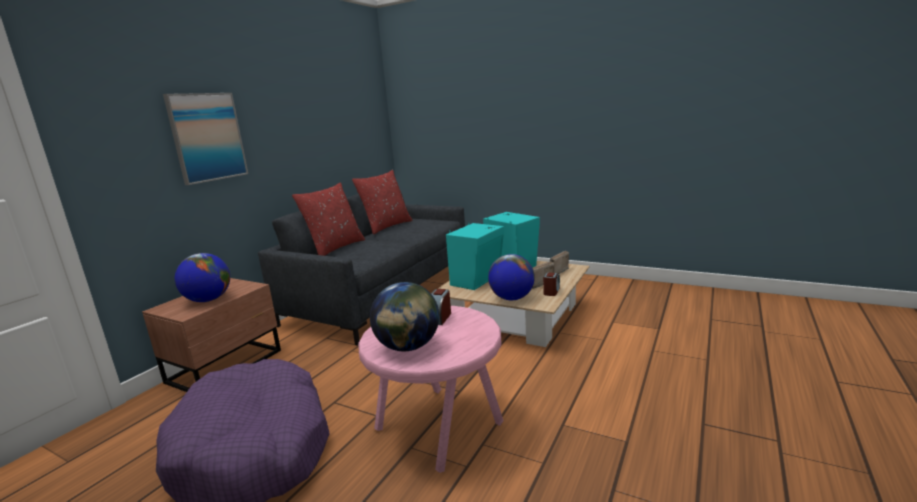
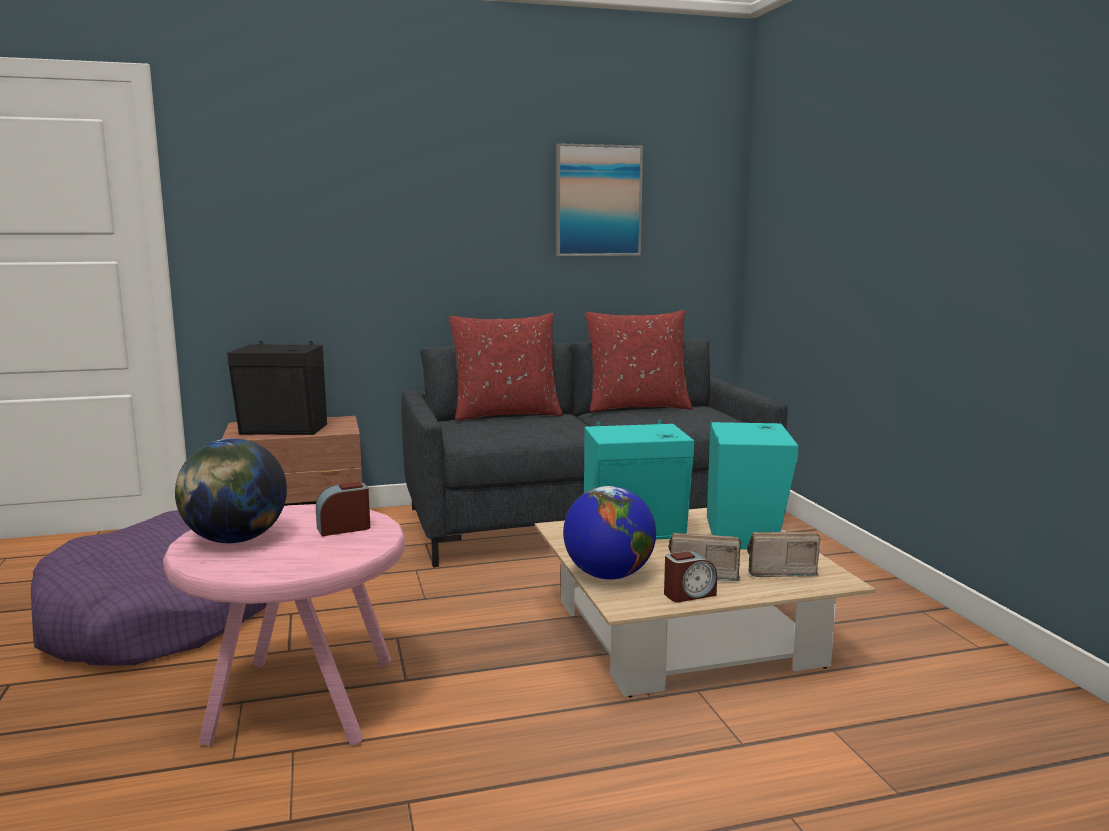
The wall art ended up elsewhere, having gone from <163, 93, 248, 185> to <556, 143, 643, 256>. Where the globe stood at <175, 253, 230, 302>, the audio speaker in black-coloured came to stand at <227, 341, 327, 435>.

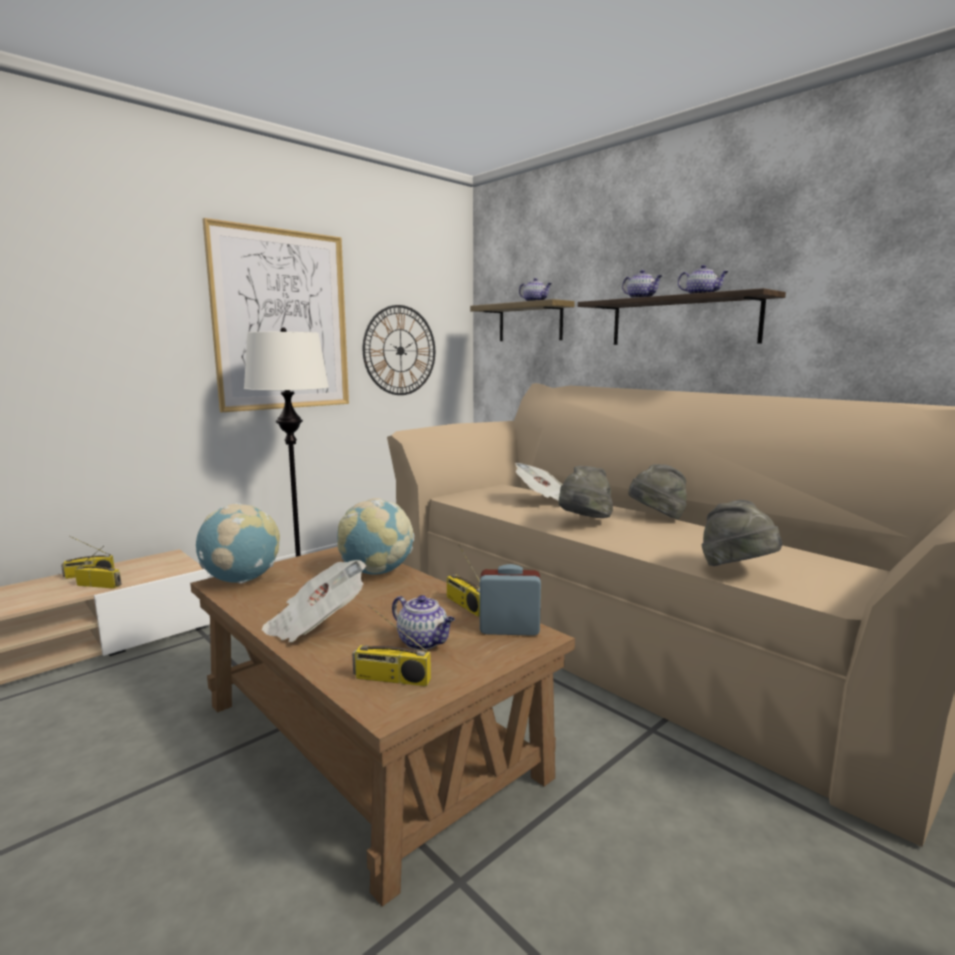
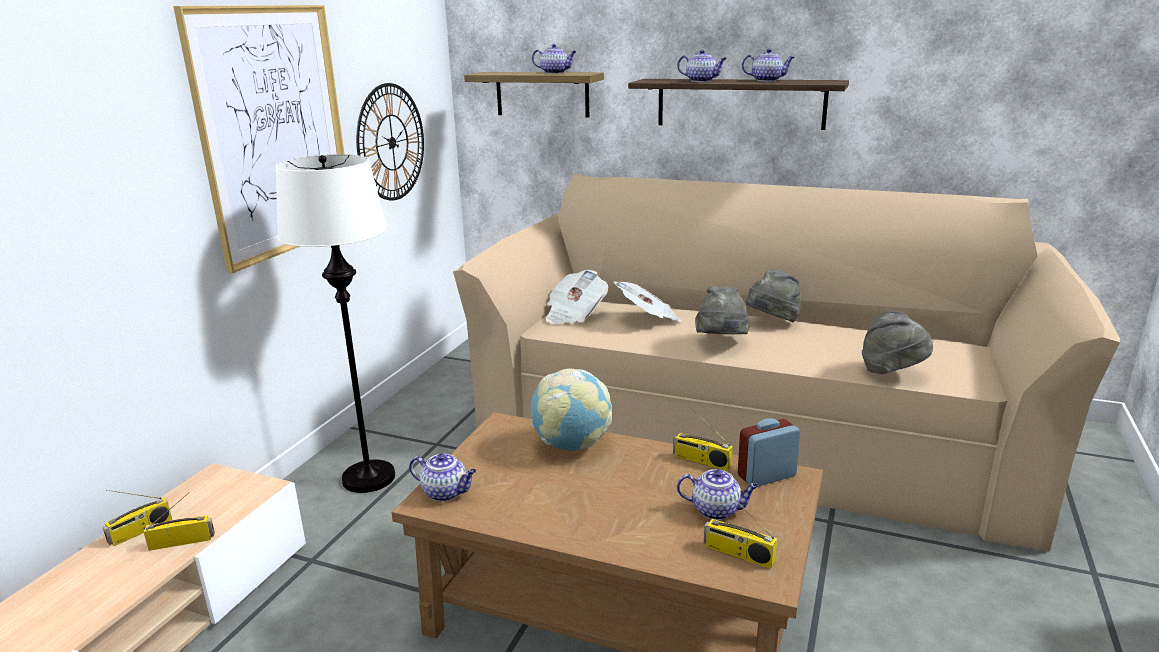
Where the globe stood at <196, 503, 280, 583>, the tea pot came to stand at <409, 453, 477, 502>. The newspaper ended up elsewhere, having gone from <262, 560, 366, 642> to <546, 270, 608, 324>. The radio set at <352, 605, 431, 686> ended up facing another way, 45 degrees clockwise from before.

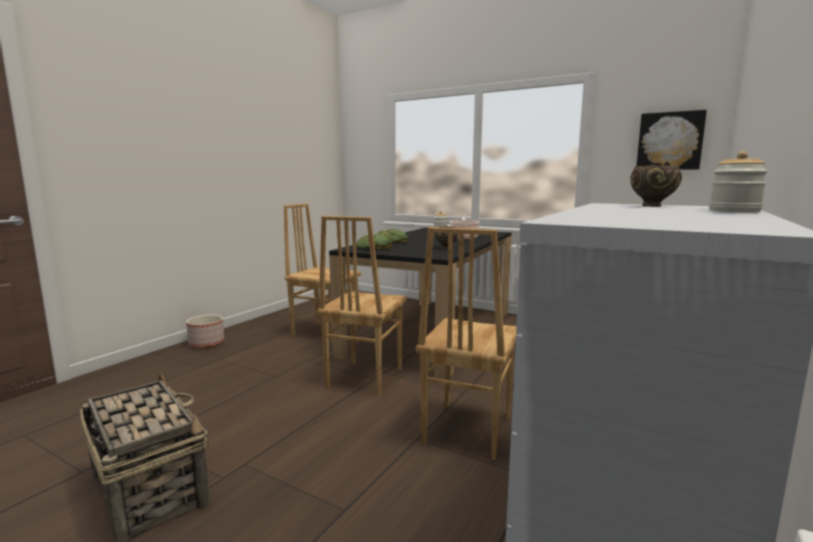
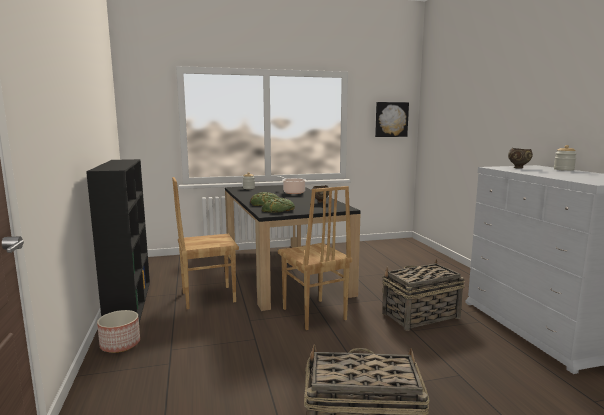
Where the upright chair in brown-coloured stood at <416, 227, 518, 460>, the basket came to stand at <382, 259, 465, 331>. The second view gained the shelving unit in black-coloured at <86, 159, 150, 323>.

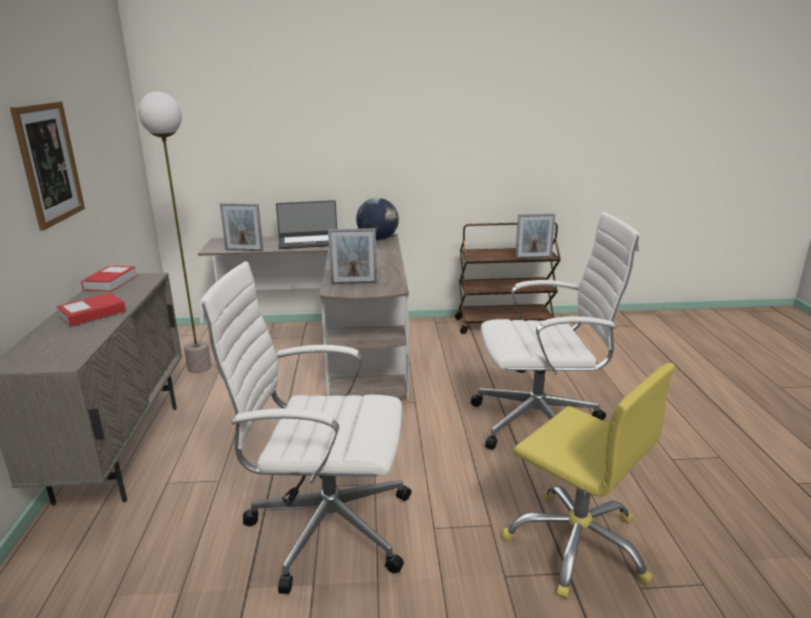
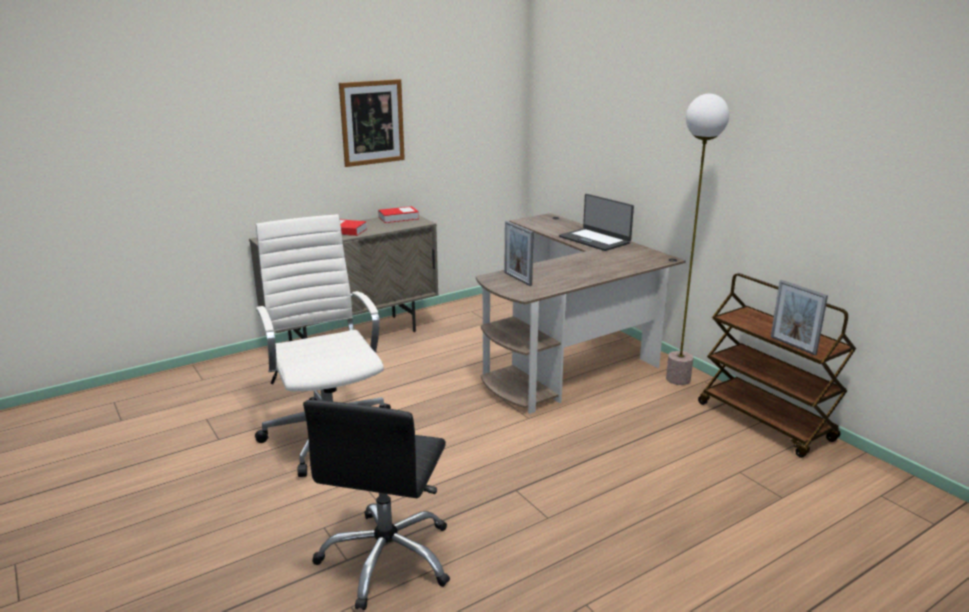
The standard lamp ended up elsewhere, having gone from <138, 92, 211, 373> to <666, 94, 729, 385>. The second view lost the picture frame at <220, 203, 263, 251>. The second view lost the globe at <356, 198, 399, 241>. The second view lost the desk chair in whitish at <471, 212, 641, 450>. What was the desk chair in yellowish at <502, 363, 675, 599> turned into the desk chair in black-coloured at <303, 400, 450, 610>.

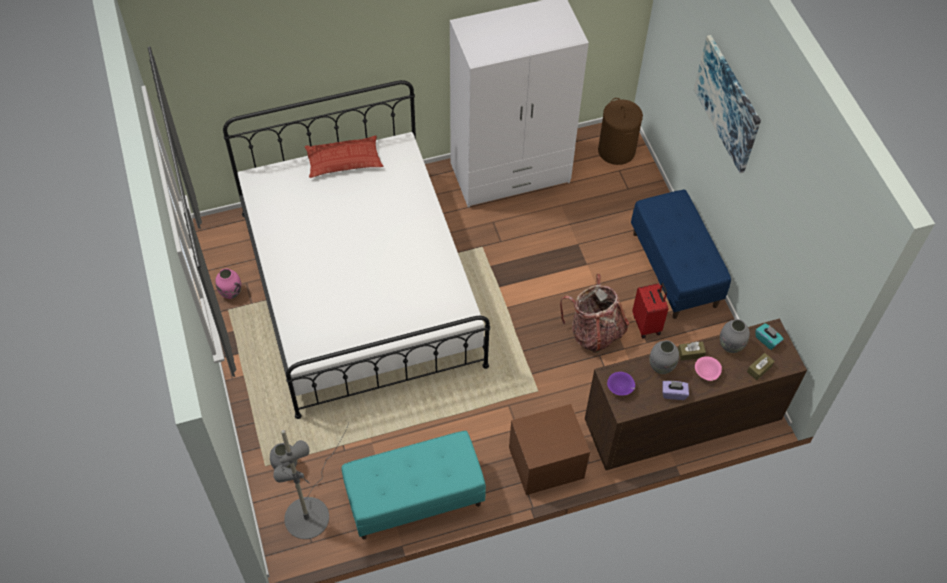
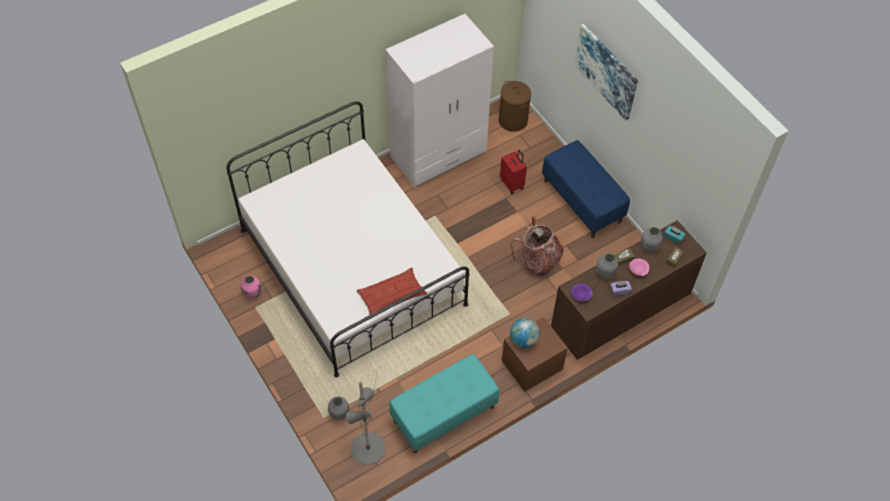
The throw pillow ended up elsewhere, having gone from <305, 135, 383, 178> to <357, 267, 427, 315>. The travel case in red ended up elsewhere, having gone from <632, 283, 669, 339> to <500, 150, 527, 194>. The second view gained the globe at <510, 318, 540, 348>.

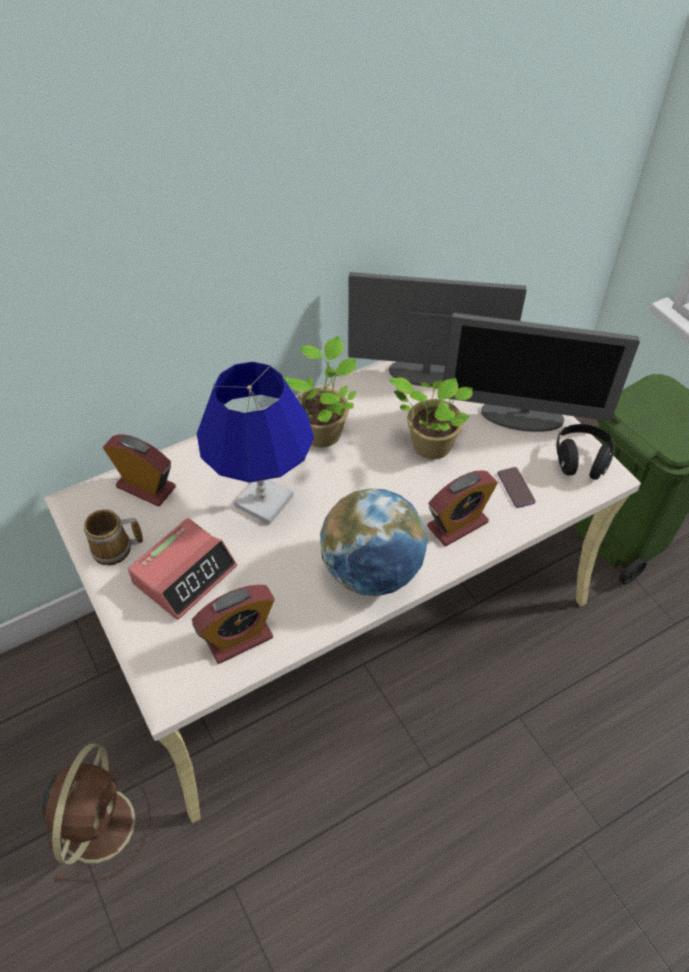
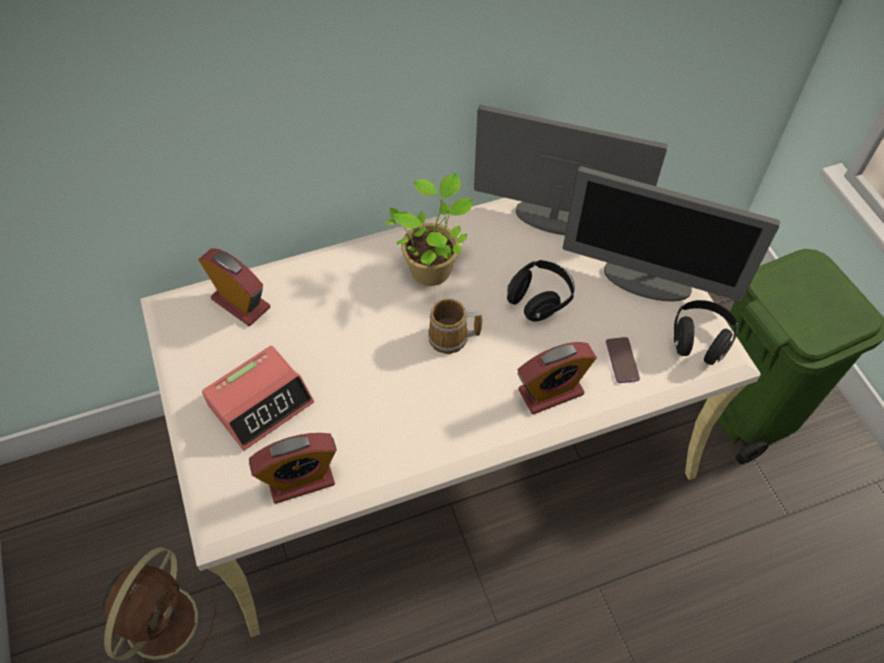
The coffee mug ended up elsewhere, having gone from <84, 509, 143, 565> to <428, 298, 482, 354>. The second view lost the tabletop lamp in blue at <197, 362, 314, 525>. The second view lost the globe at <320, 488, 427, 596>. Where the houseplant stood at <389, 377, 473, 459>, the headset in black-coloured came to stand at <507, 260, 574, 322>.

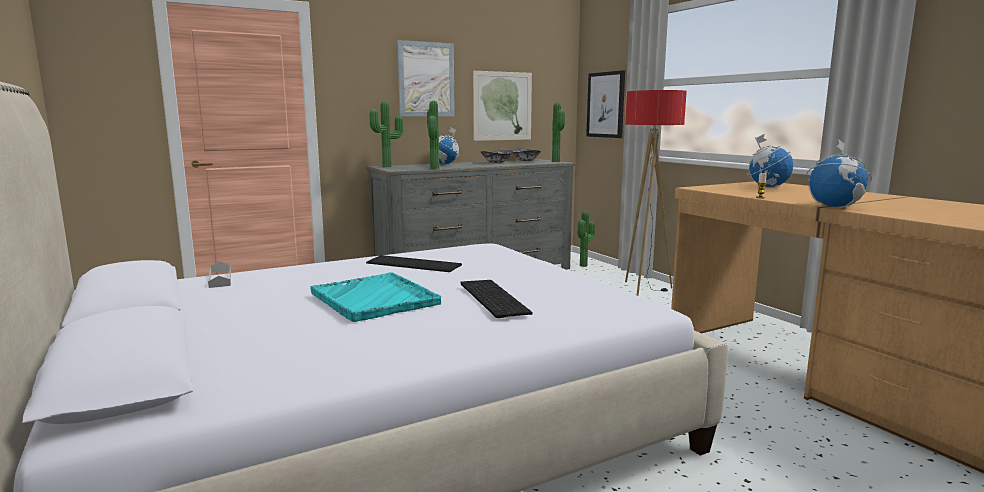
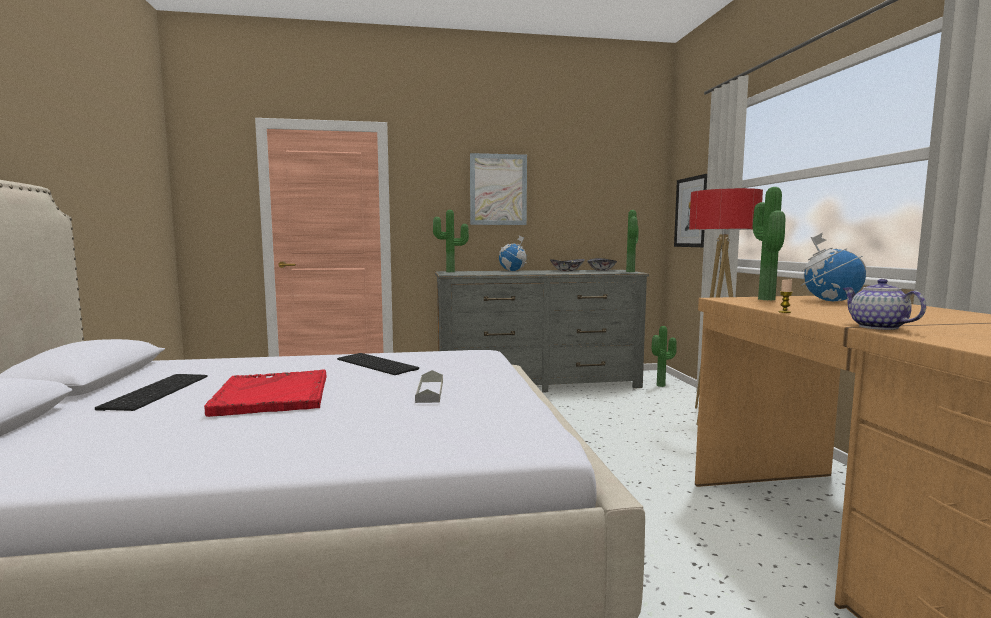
The serving tray in grey ended up elsewhere, having gone from <208, 262, 231, 288> to <415, 370, 443, 403>. What was the serving tray in turquoise-coloured at <310, 272, 441, 322> turned into the serving tray in red at <204, 369, 327, 417>. The houseplant ended up elsewhere, having gone from <427, 101, 439, 169> to <753, 187, 785, 300>. The keyboard ended up elsewhere, having gone from <461, 280, 533, 318> to <95, 374, 208, 411>. The second view lost the wall art at <473, 71, 532, 141>. Where the globe stood at <806, 139, 872, 208>, the tea pot came to stand at <842, 279, 926, 330>.

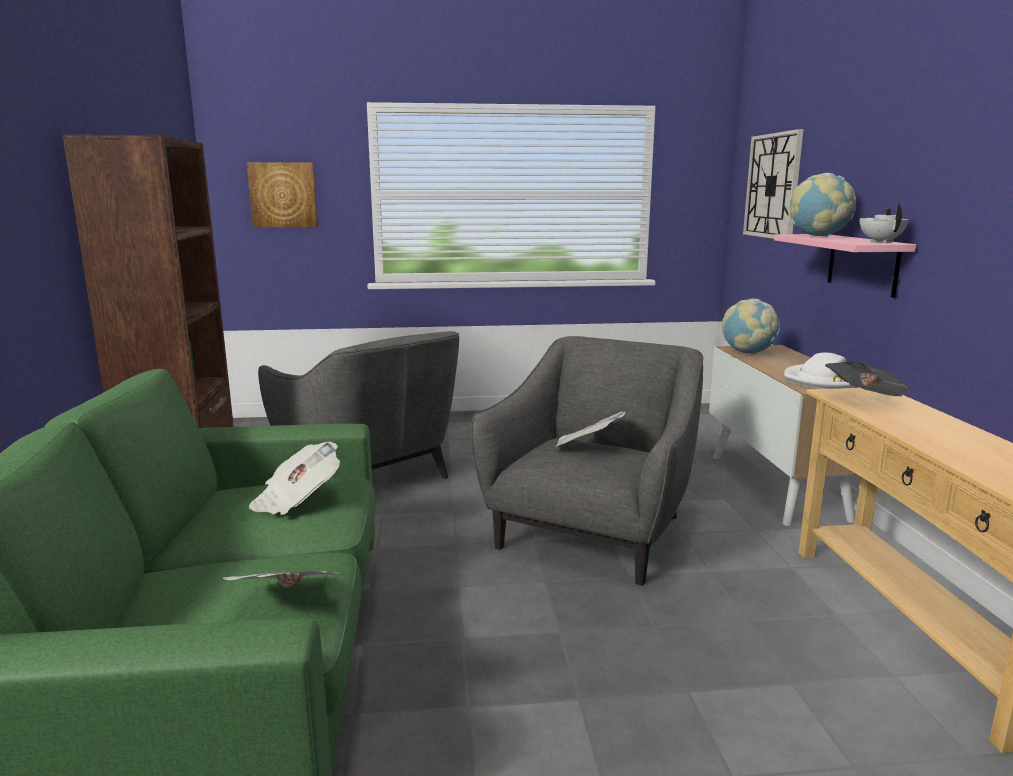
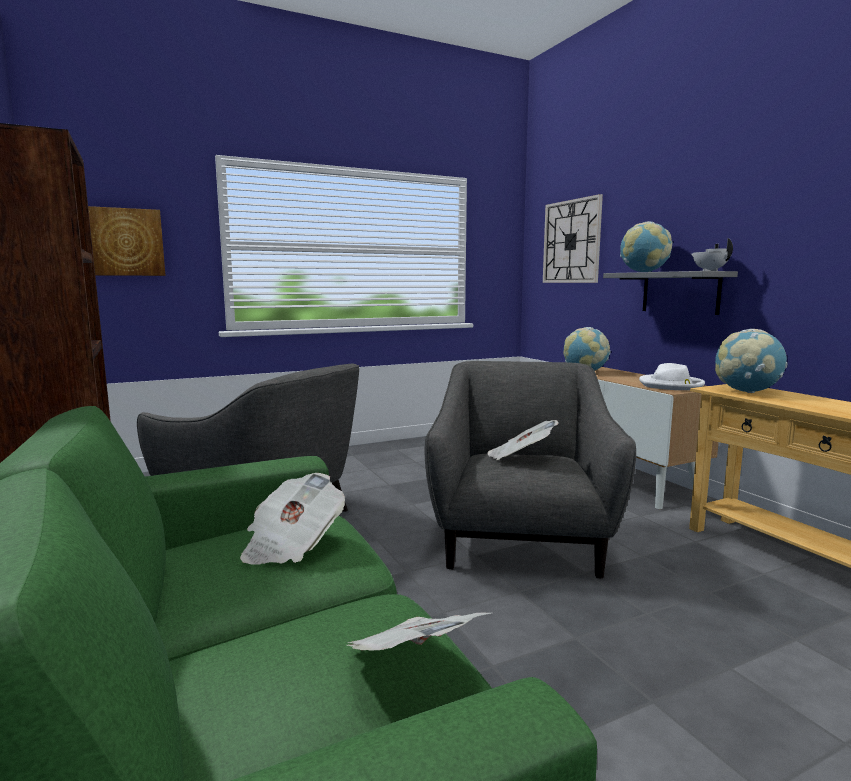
What was the wall shelf in pink-coloured at <774, 234, 916, 298> turned into the wall shelf in grey at <603, 271, 738, 315>. Where the newspaper stood at <825, 362, 910, 396>, the globe came to stand at <715, 329, 787, 393>.

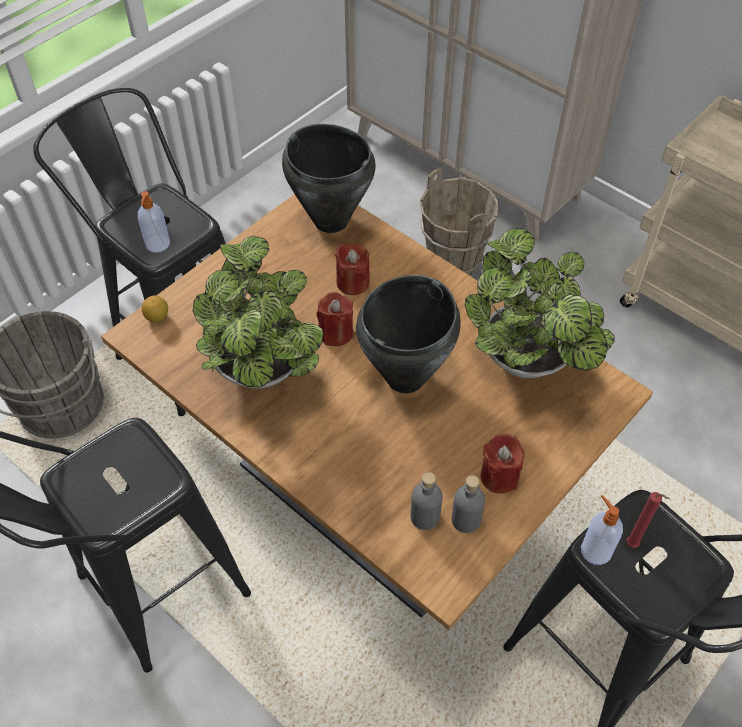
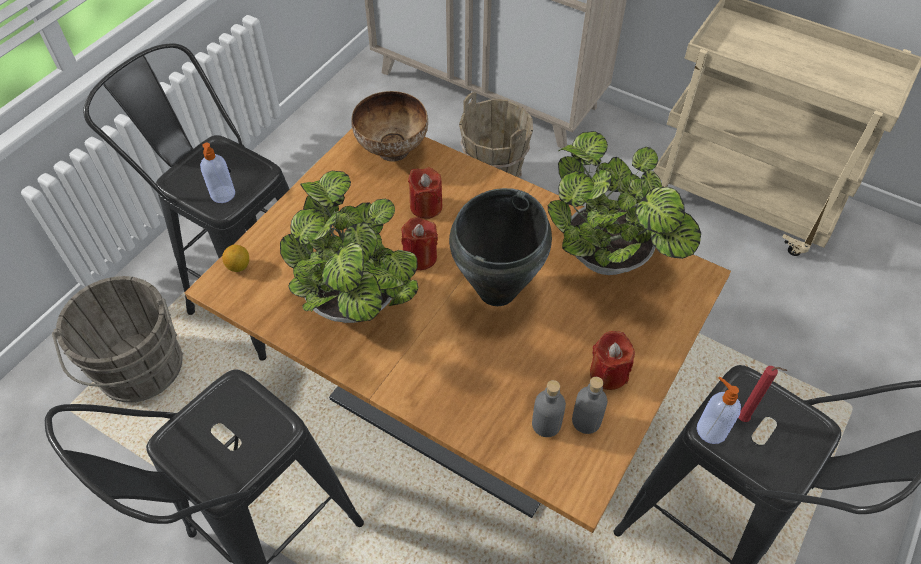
Where the cooking pot in black-coloured stood at <282, 124, 376, 233>, the deep dish came to stand at <351, 91, 428, 161>.

